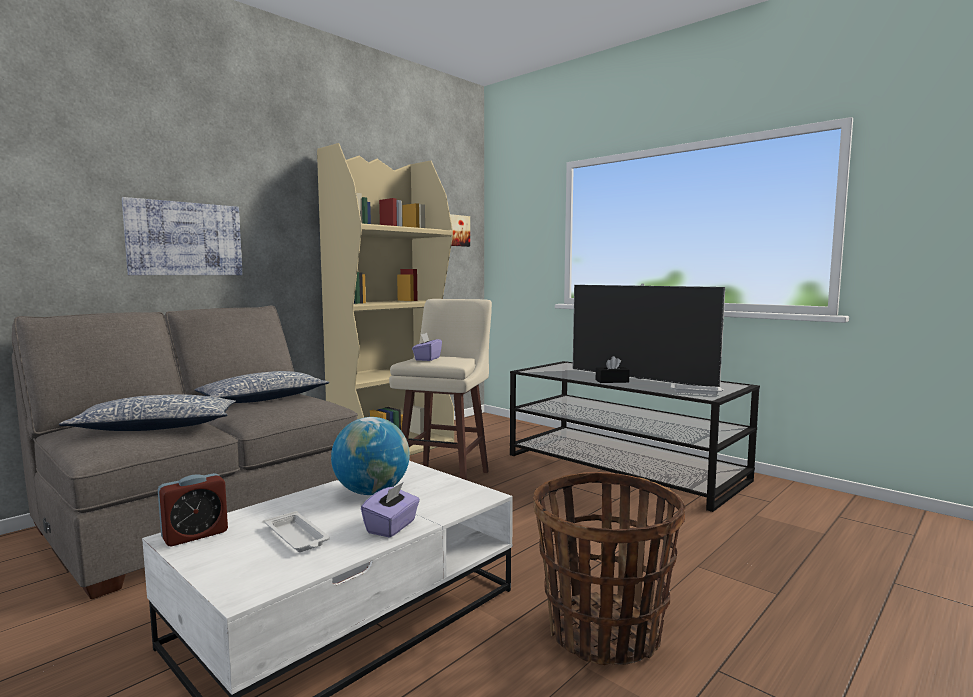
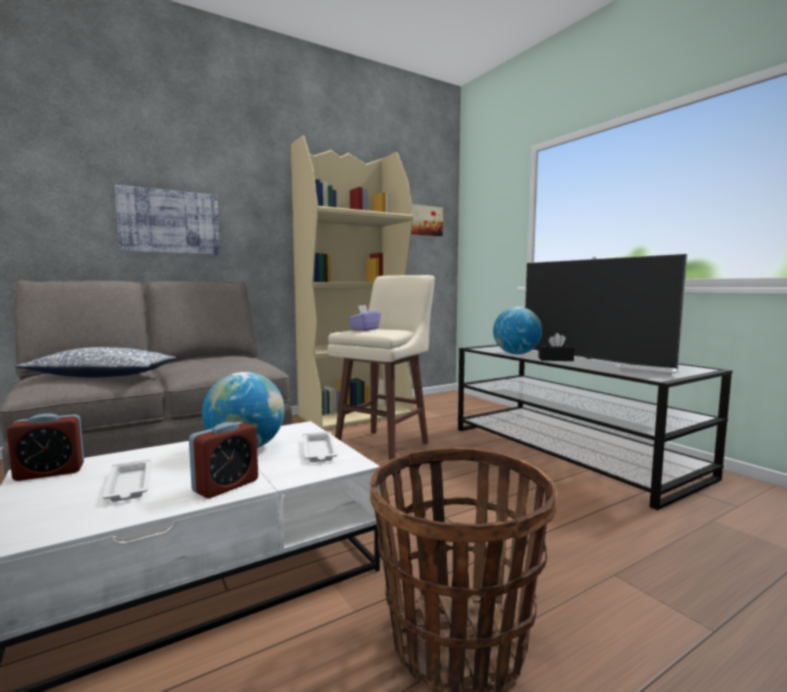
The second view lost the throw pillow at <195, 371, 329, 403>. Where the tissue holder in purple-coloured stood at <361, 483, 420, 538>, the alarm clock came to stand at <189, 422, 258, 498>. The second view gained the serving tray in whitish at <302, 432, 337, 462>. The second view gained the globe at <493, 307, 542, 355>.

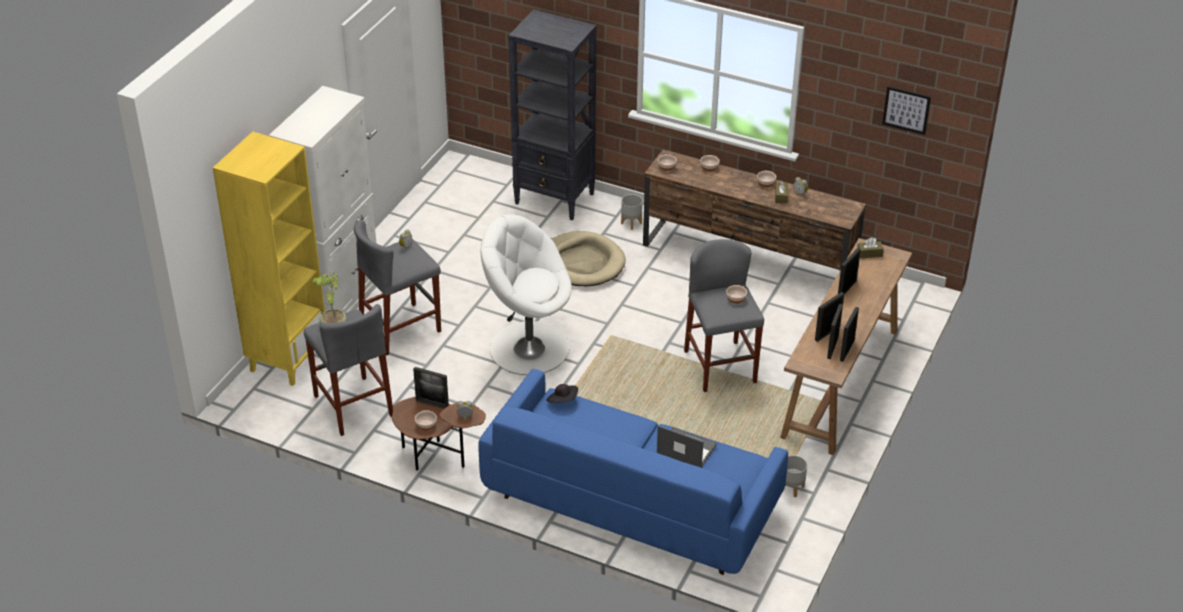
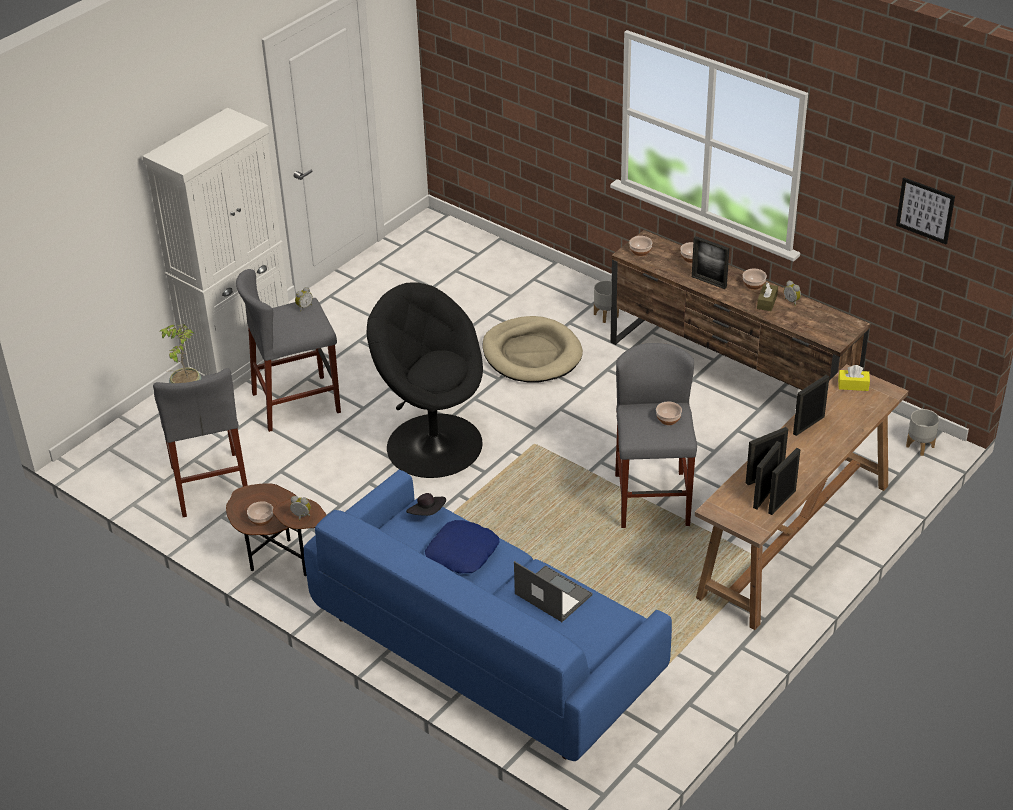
The second view lost the shelving unit in yellowish at <213, 131, 325, 386>. The picture frame ended up elsewhere, having gone from <413, 367, 449, 409> to <692, 236, 729, 289>. What was the lounge chair in whitish at <480, 214, 572, 375> turned into the lounge chair in black-coloured at <367, 282, 483, 478>. The second view lost the shelving unit in black-coloured at <508, 10, 597, 221>. The planter in grey ended up elsewhere, having gone from <785, 455, 807, 497> to <906, 409, 939, 456>. What was the tissue holder in brown-coloured at <857, 237, 884, 258> turned into the tissue holder in yellowish at <838, 365, 870, 391>. The second view gained the throw pillow in blue at <425, 520, 499, 573>.

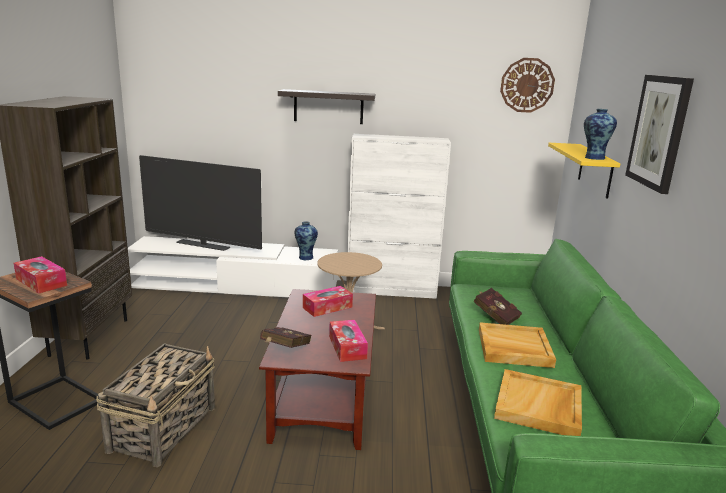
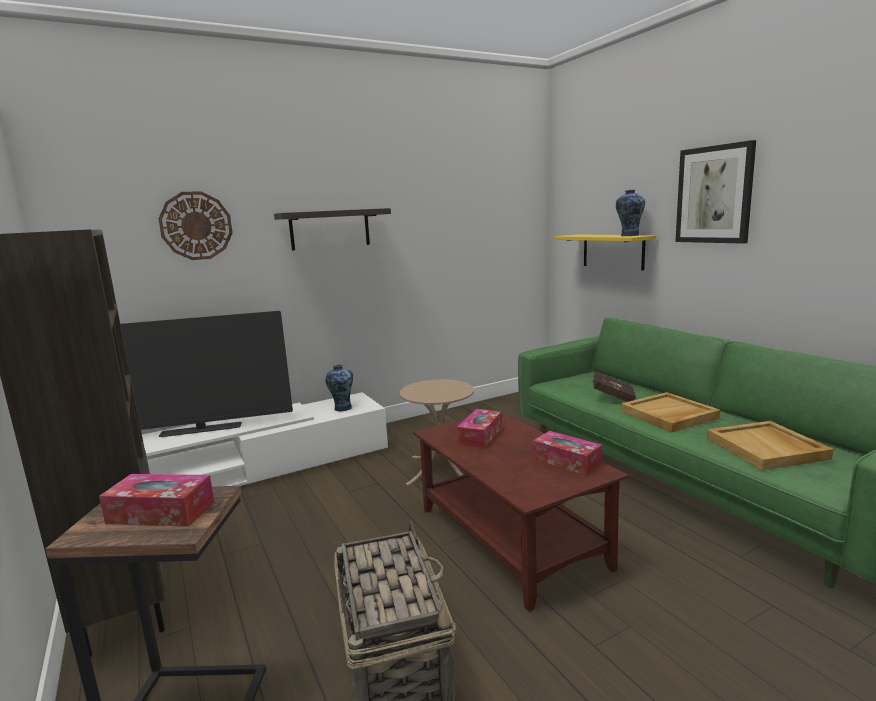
The second view lost the book in red at <260, 327, 312, 348>. The second view lost the cabinet in whitish at <346, 134, 451, 299>. The hanging clock ended up elsewhere, having gone from <500, 58, 555, 113> to <158, 191, 233, 260>.

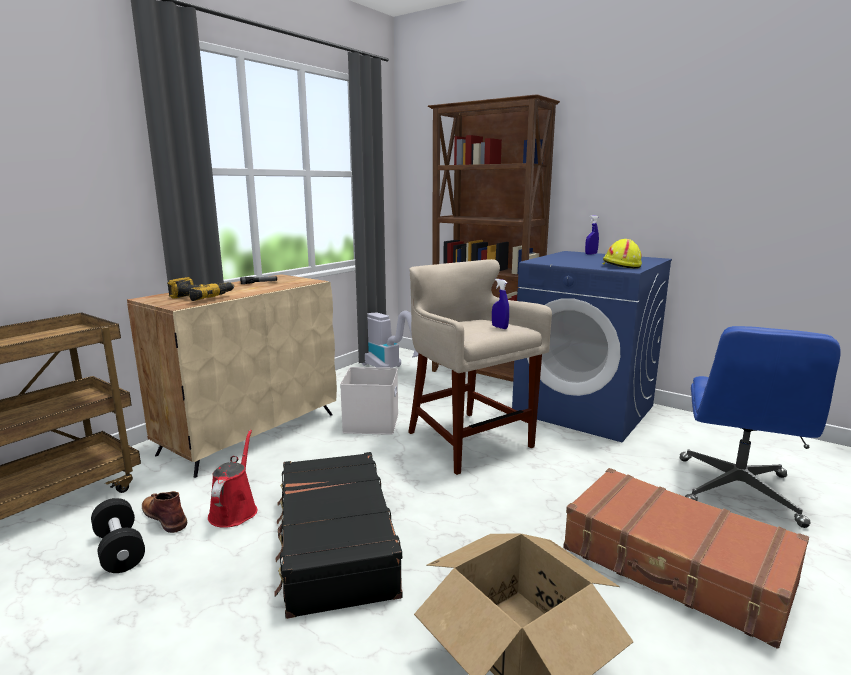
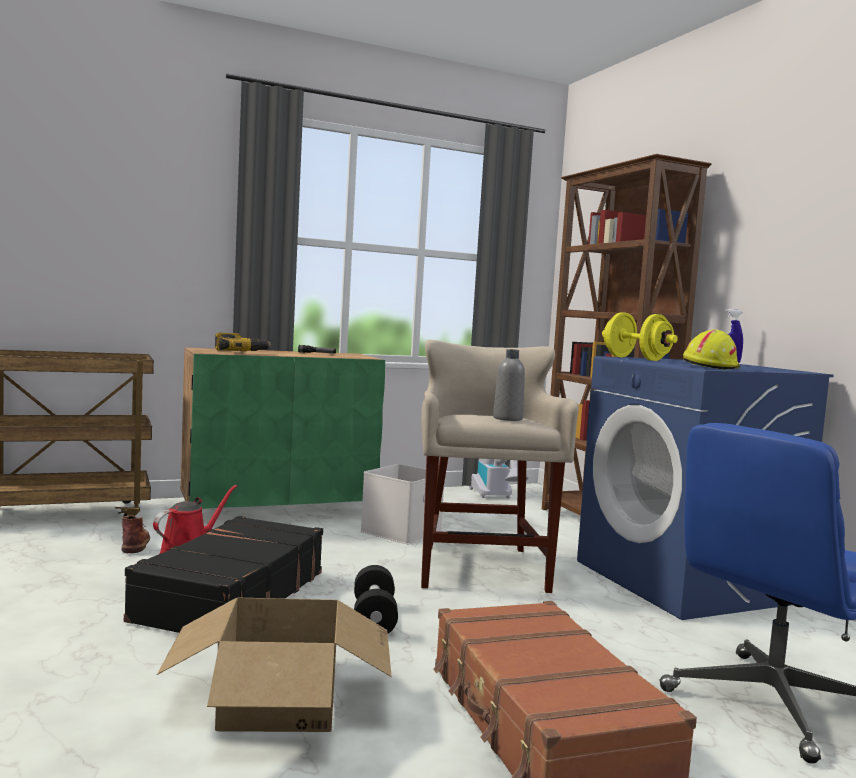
The free weight in black-coloured ended up elsewhere, having gone from <91, 498, 145, 573> to <354, 565, 398, 634>. What was the cabinet in beige-coloured at <127, 274, 337, 478> turned into the cabinet in greenish at <180, 348, 385, 509>. Where the sprayer in blue stood at <492, 279, 509, 329>, the drink bottle in grey came to stand at <493, 349, 525, 421>. The second view gained the free weight in yellowish at <602, 312, 678, 361>.

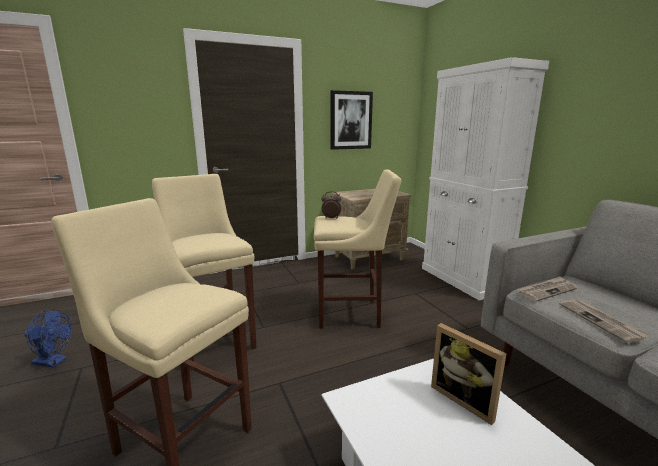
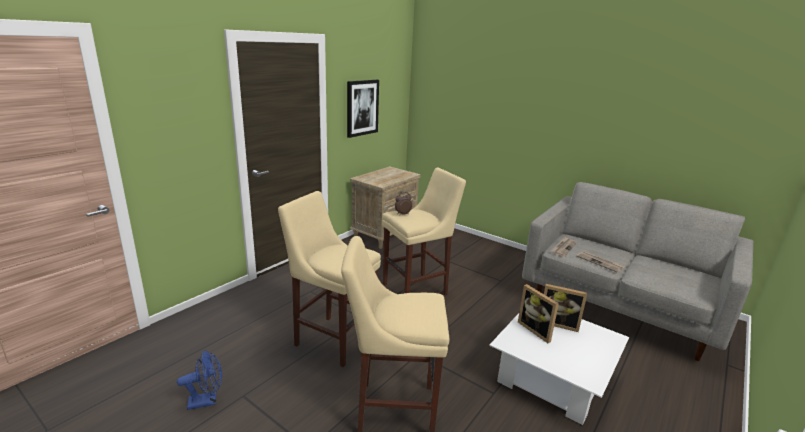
The second view lost the cabinet in whitish at <422, 57, 549, 300>. The second view gained the picture frame at <518, 284, 559, 343>.

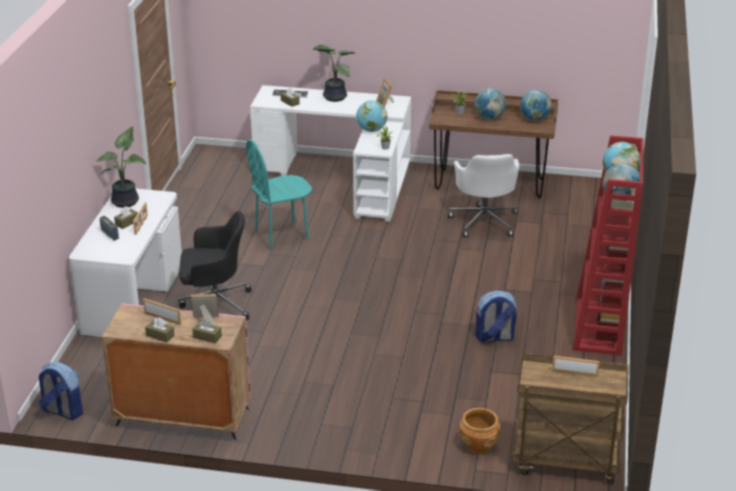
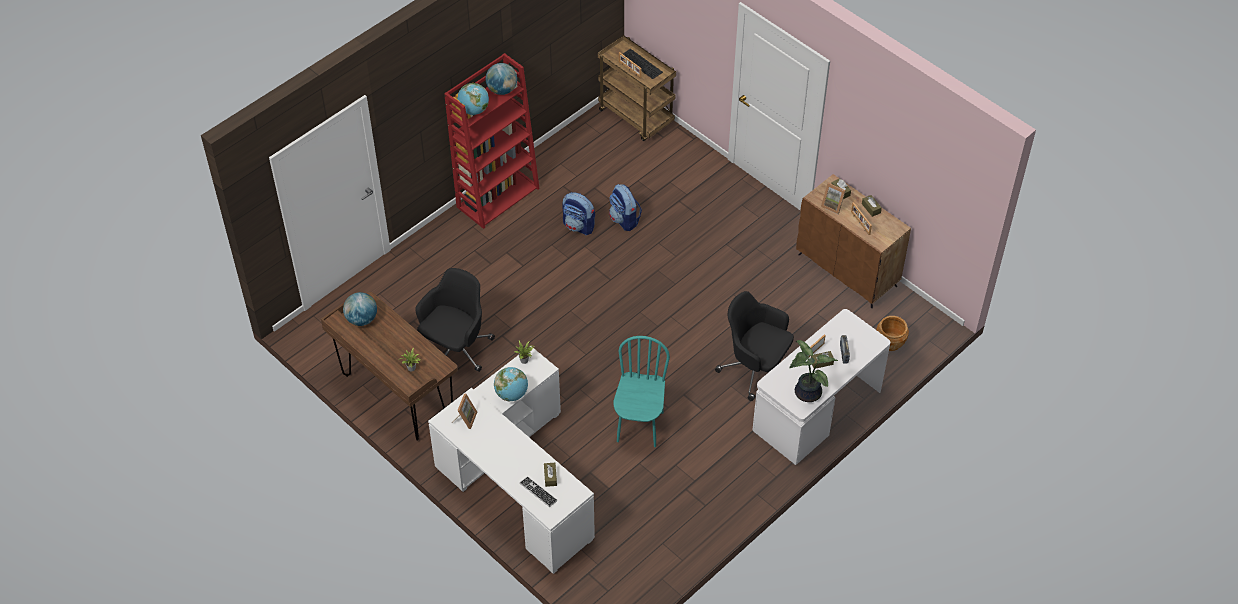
The rucksack ended up elsewhere, having gone from <38, 362, 83, 420> to <609, 184, 642, 231>. What was the cabinet in pink-coloured at <102, 303, 250, 440> turned into the cabinet in brown-coloured at <796, 174, 911, 308>. The upright chair in turquoise-coloured at <246, 139, 312, 250> ended up facing another way, 90 degrees counterclockwise from before. The second view lost the houseplant at <313, 44, 355, 102>. What was the desk chair in whitish at <448, 154, 519, 238> turned into the desk chair in black-coloured at <415, 268, 495, 372>. The planter in brown-coloured ended up elsewhere, having gone from <460, 408, 500, 454> to <877, 316, 909, 351>. The second view lost the globe at <475, 88, 506, 120>. The second view gained the keyboard at <623, 49, 663, 79>.

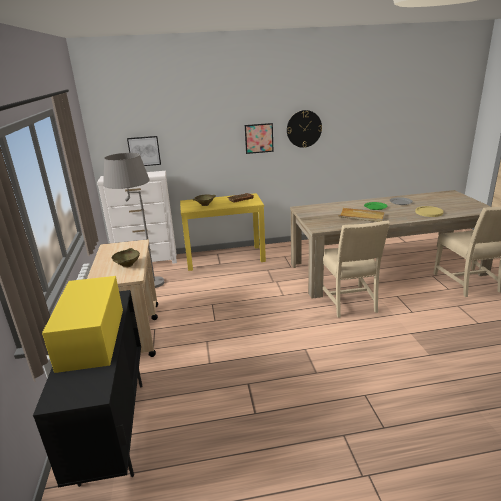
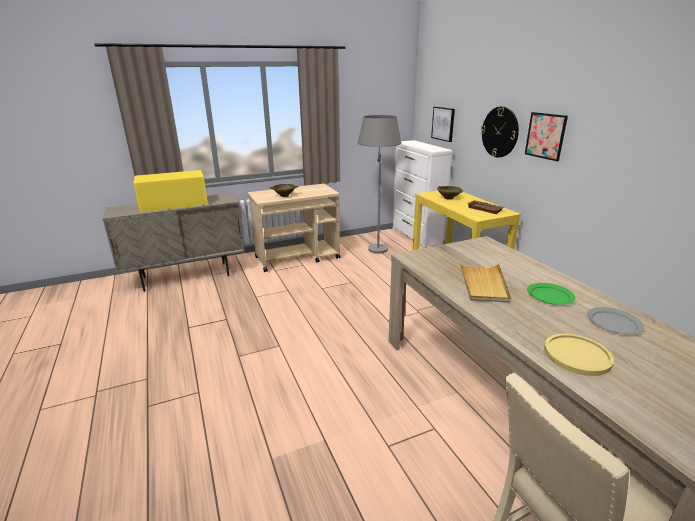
What was the cabinet in black-coloured at <33, 290, 142, 487> turned into the cabinet in beige-coloured at <102, 193, 245, 292>. The hanging clock ended up elsewhere, having gone from <287, 110, 322, 148> to <481, 106, 519, 157>. The second view lost the upright chair in beige-coloured at <323, 220, 390, 318>.

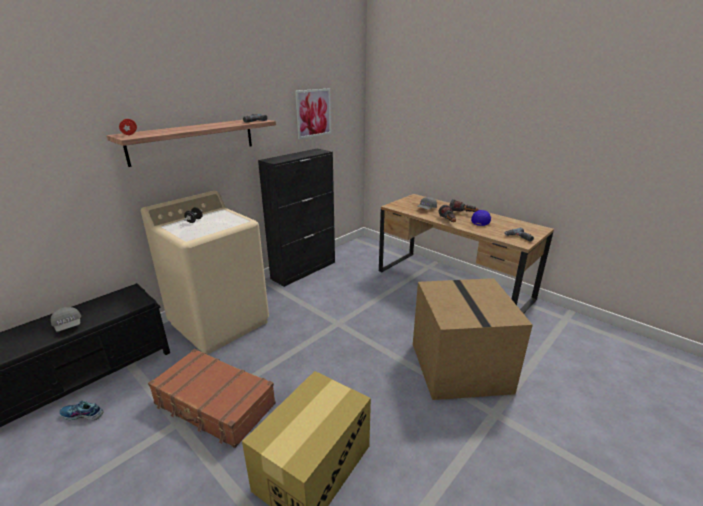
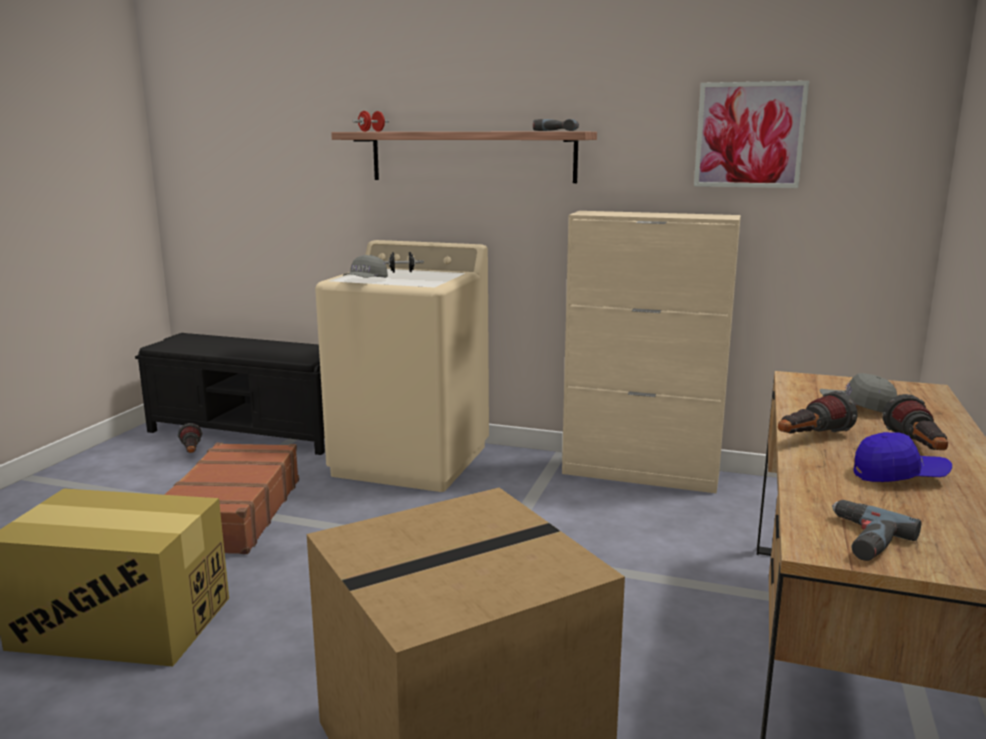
The baseball cap in grey ended up elsewhere, having gone from <51, 307, 81, 332> to <343, 255, 388, 278>. Where the item of footwear stood at <59, 401, 103, 420>, the hand torch came to stand at <178, 423, 203, 453>. What was the cabinet in black-coloured at <258, 149, 335, 287> turned into the cabinet in beige-coloured at <562, 211, 741, 494>.

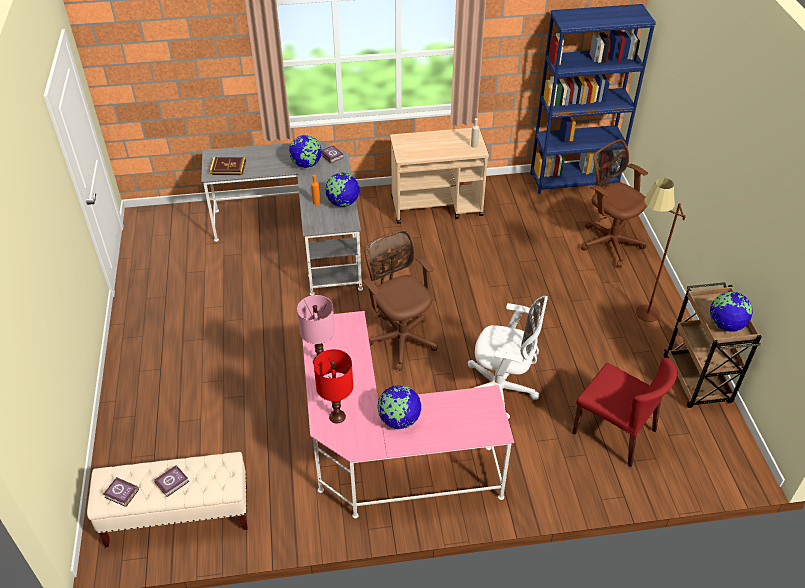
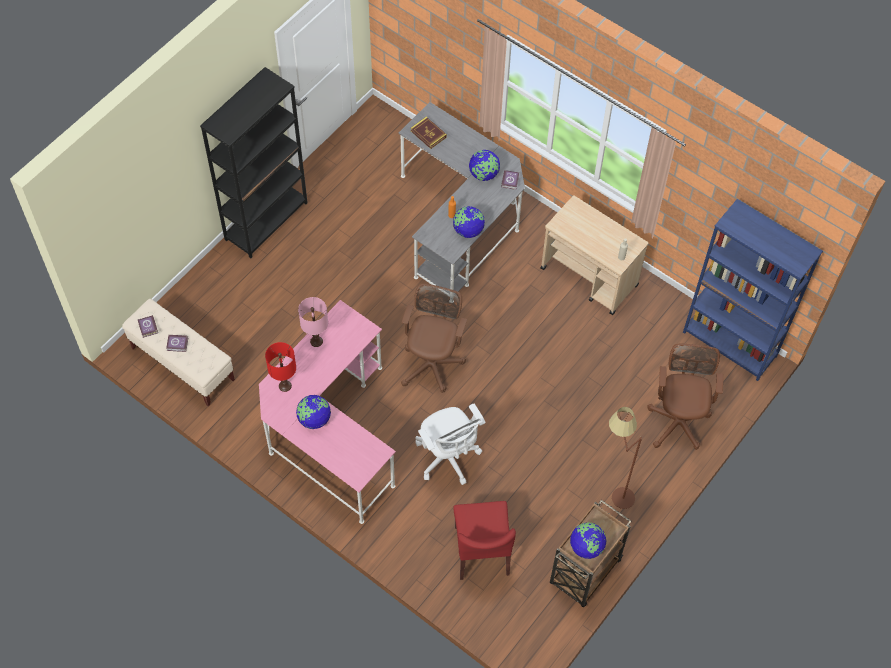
The second view gained the shelving unit in black-coloured at <200, 67, 308, 258>.

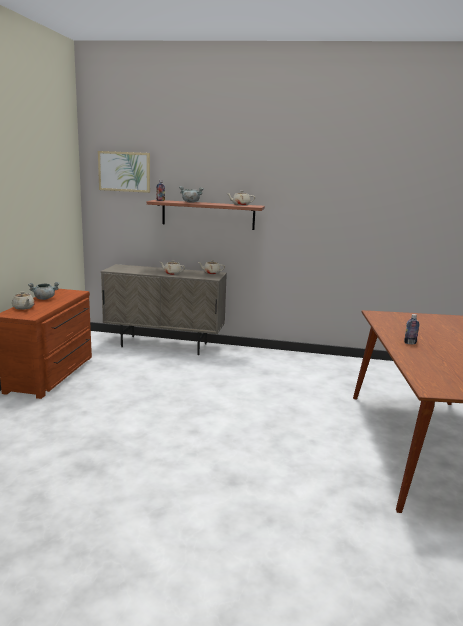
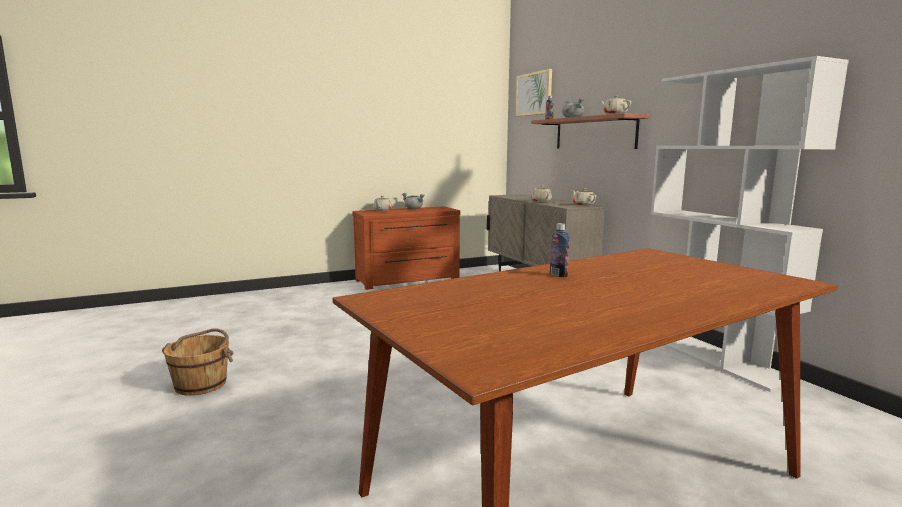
The second view gained the water bucket in brown-coloured at <162, 328, 234, 396>. The second view gained the shelving unit in whitish at <651, 56, 849, 392>.

